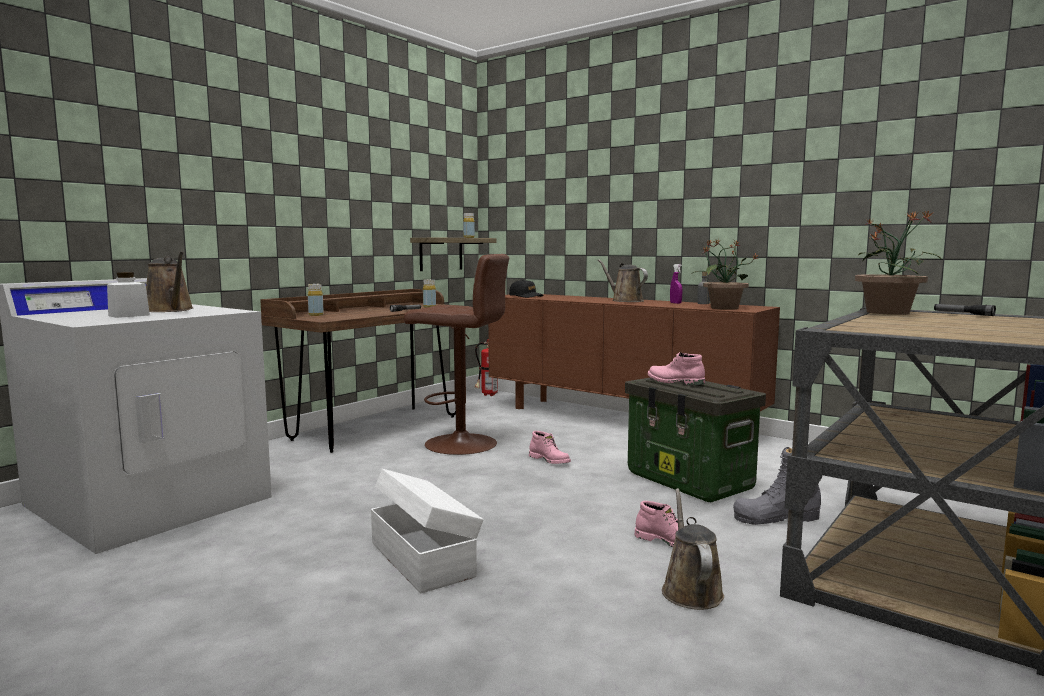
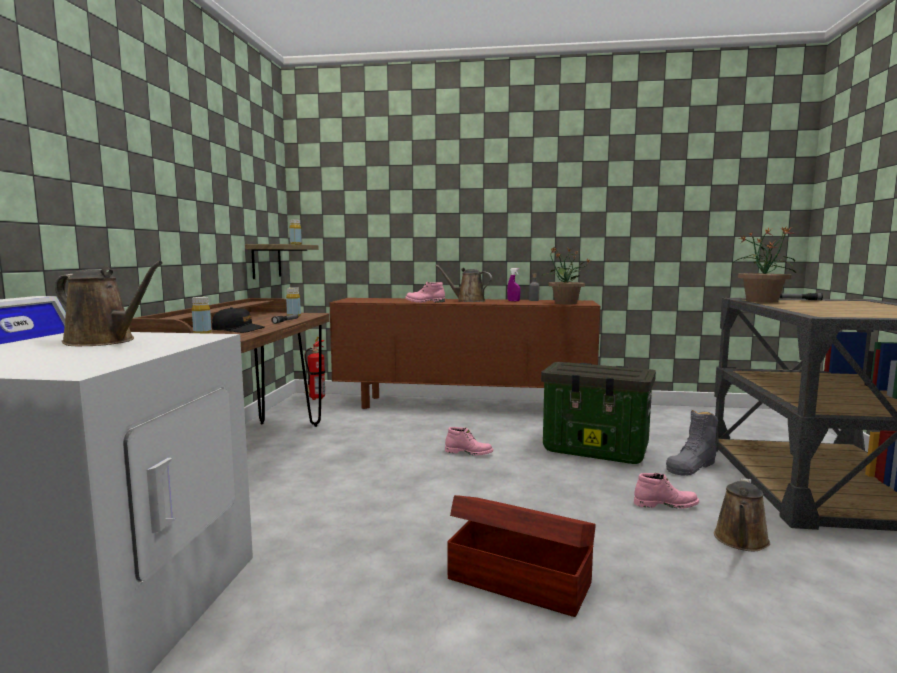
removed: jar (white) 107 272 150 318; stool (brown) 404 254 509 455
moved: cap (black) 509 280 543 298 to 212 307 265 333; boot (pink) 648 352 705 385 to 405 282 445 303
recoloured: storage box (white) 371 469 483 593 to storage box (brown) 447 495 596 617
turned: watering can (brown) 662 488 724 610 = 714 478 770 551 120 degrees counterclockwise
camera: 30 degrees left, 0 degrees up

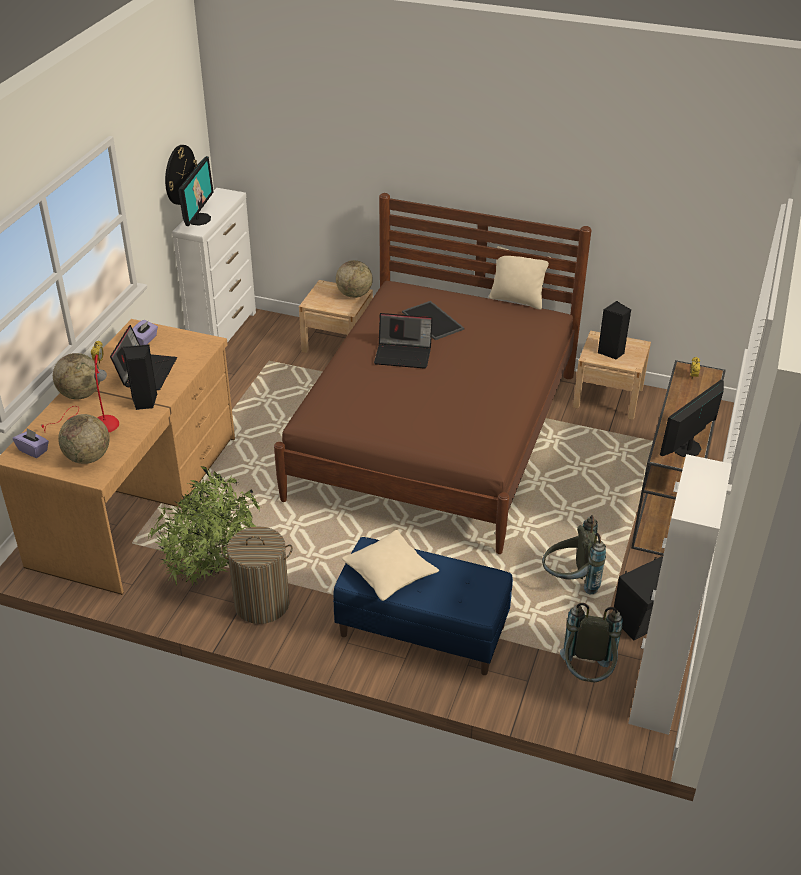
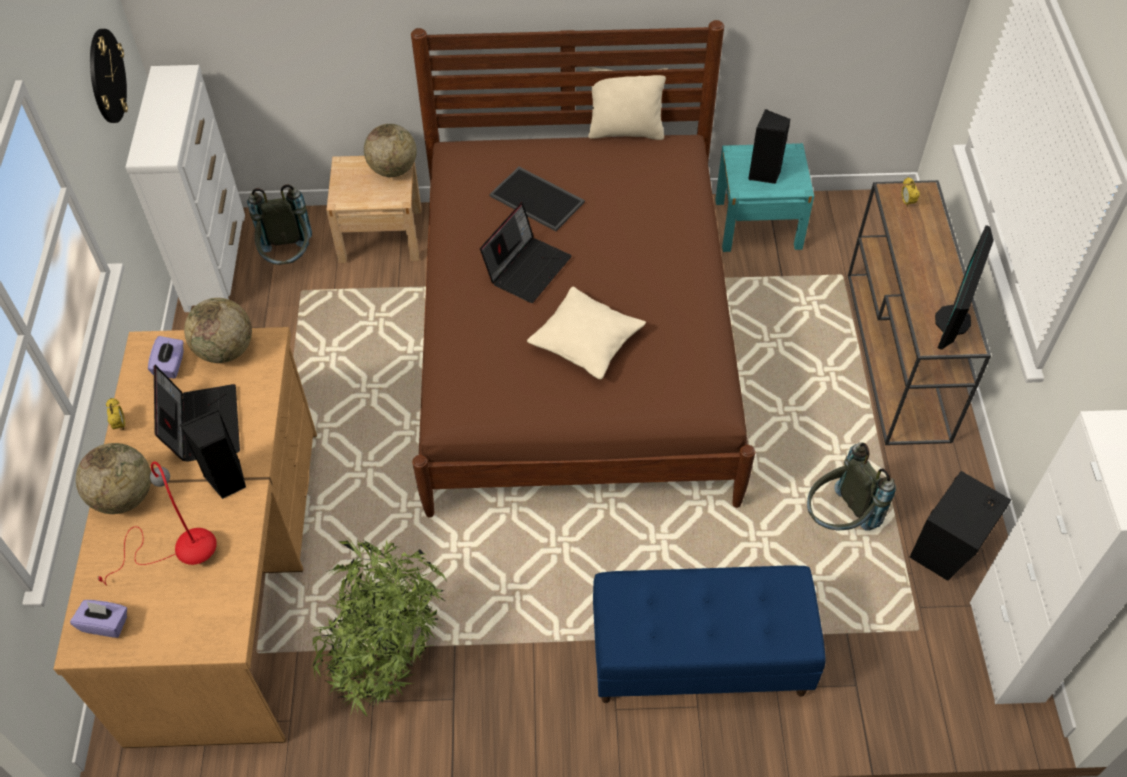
removed: monitor 178 156 213 226; laundry basket 221 526 293 624
moved: globe 58 414 110 464 to 184 298 252 363; pillow (beige) 342 530 439 601 to 527 287 646 379; backpack (grey) 560 603 623 682 to 247 184 312 265
recoloured: nightstand (beige) 573 331 651 420 to nightstand (turquoise) 715 143 814 252
turned: laptop 374 313 433 369 = 480 202 572 303 45 degrees counterclockwise
camera: 20 degrees left, 15 degrees up

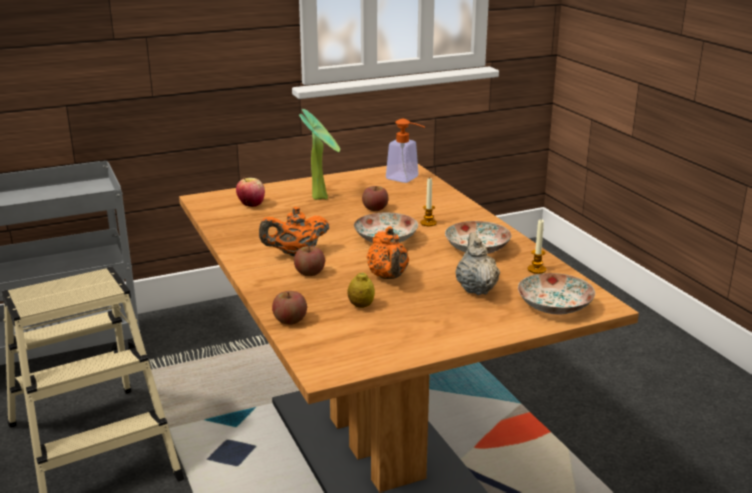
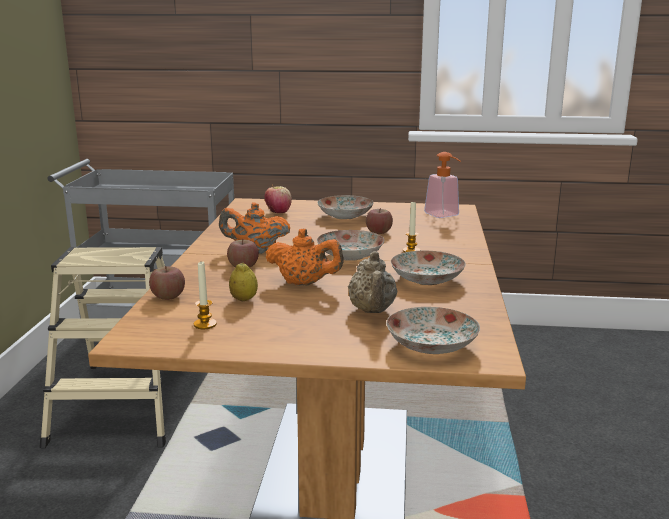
moved: candle 528 219 546 274 to 194 262 217 329
replaced: potted plant 299 109 340 200 to plate 317 195 374 219
turned: teapot (orange) 366 226 409 279 = 265 229 344 286 90 degrees counterclockwise; teapot (beige) 455 232 500 295 = 348 251 397 313 150 degrees clockwise
camera: 30 degrees right, 5 degrees down

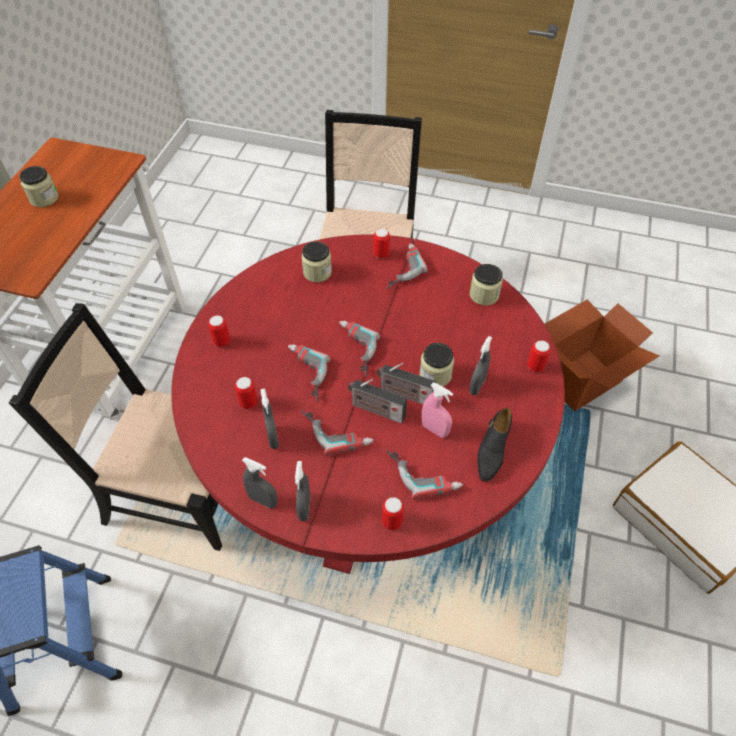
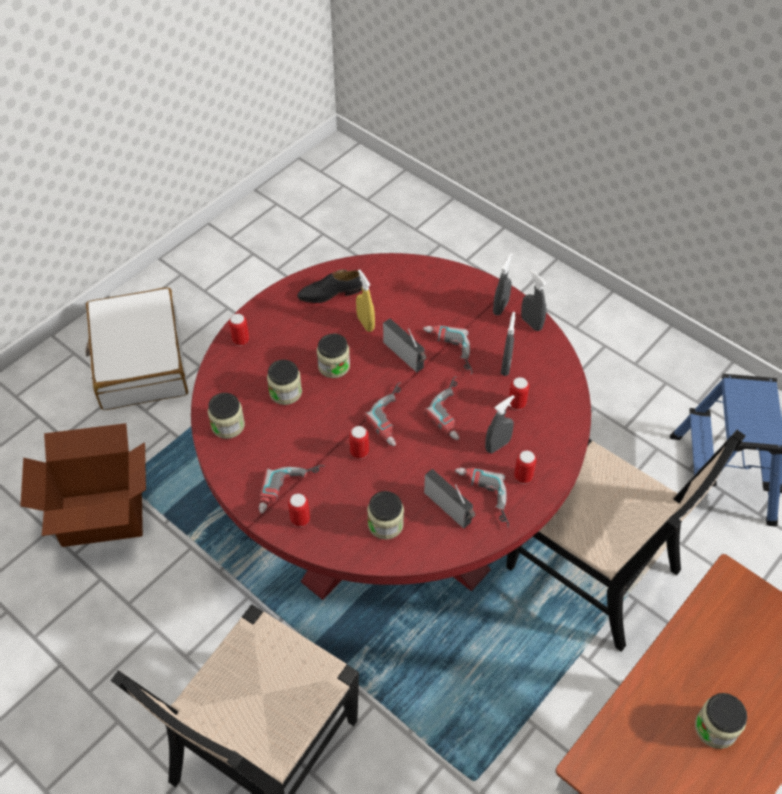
added: jar 267 360 302 405
moved: radio 377 363 436 404 to 424 469 475 529; can 382 497 404 530 to 349 426 369 459; power drill 386 449 463 500 to 455 467 509 528; spray bottle (grey) 469 336 492 395 to 485 395 515 453
recoloured: spray bottle (pink) 422 383 453 438 to spray bottle (yellow) 356 269 375 332
turned: shoe (black) 477 408 512 482 = 297 270 363 303 150 degrees counterclockwise
camera: 155 degrees left, 0 degrees up

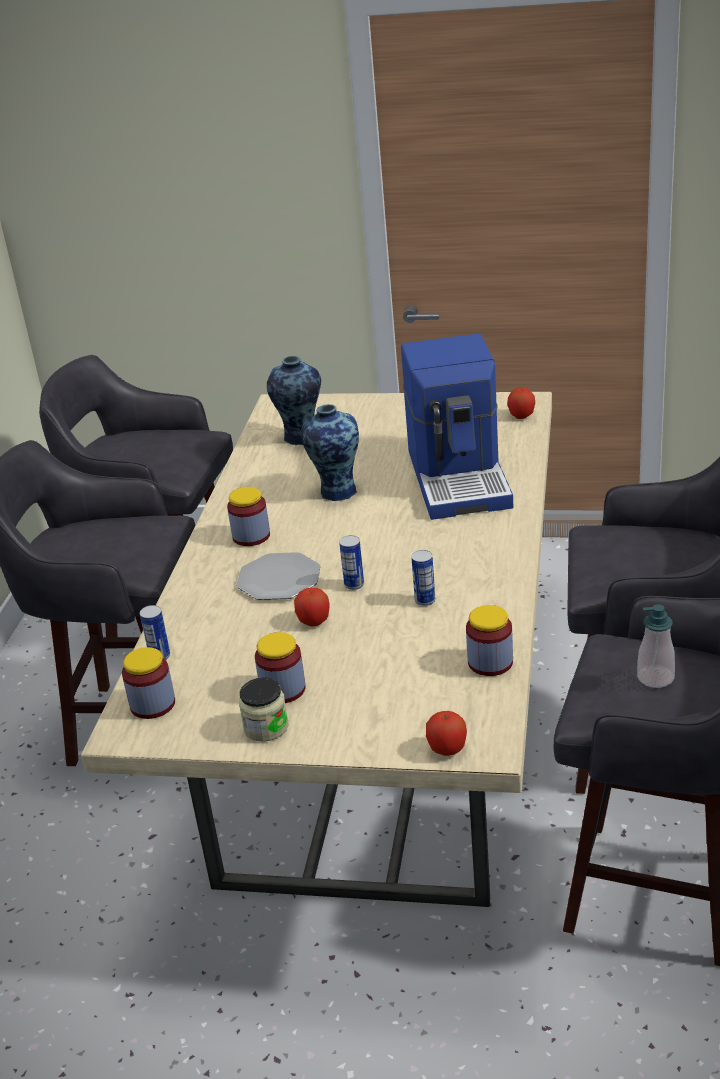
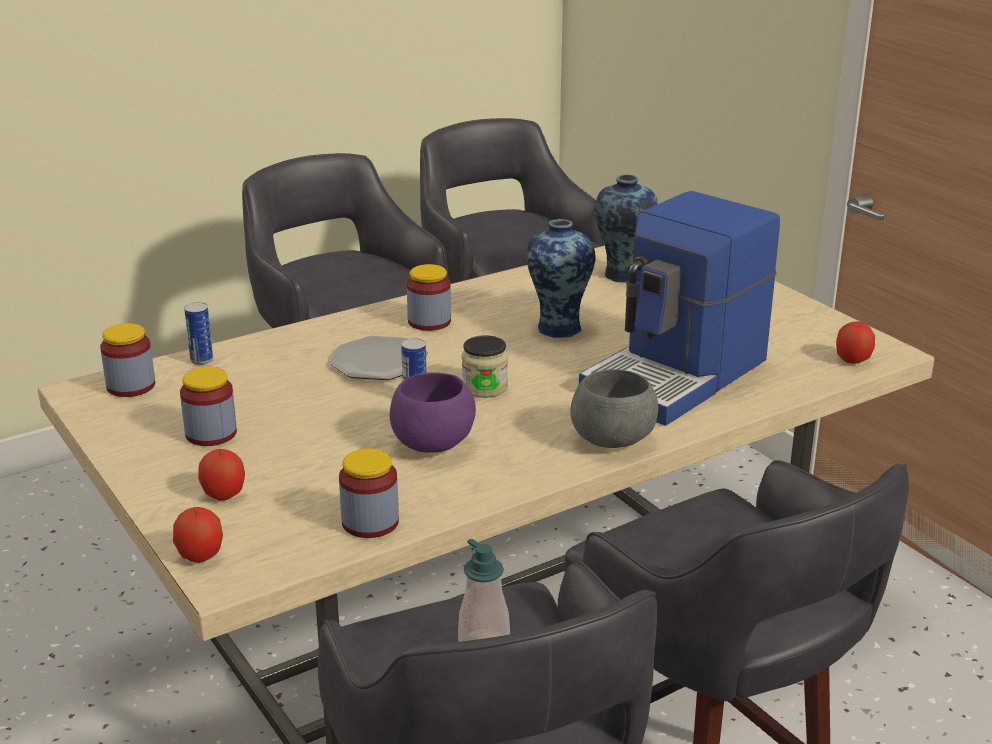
added: bowl (grey) 570 369 658 448
moved: jar 239 677 288 742 to 462 335 508 398; apple 294 587 330 626 to 198 449 245 501
replaced: can 411 550 435 606 to bowl (purple) 390 372 476 453
camera: 45 degrees right, 5 degrees down

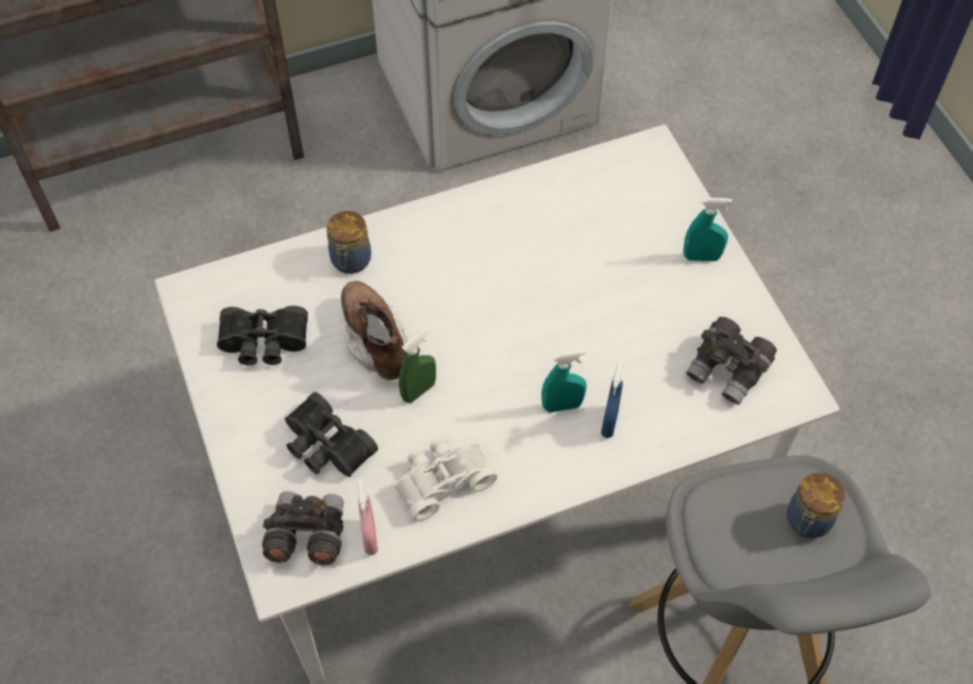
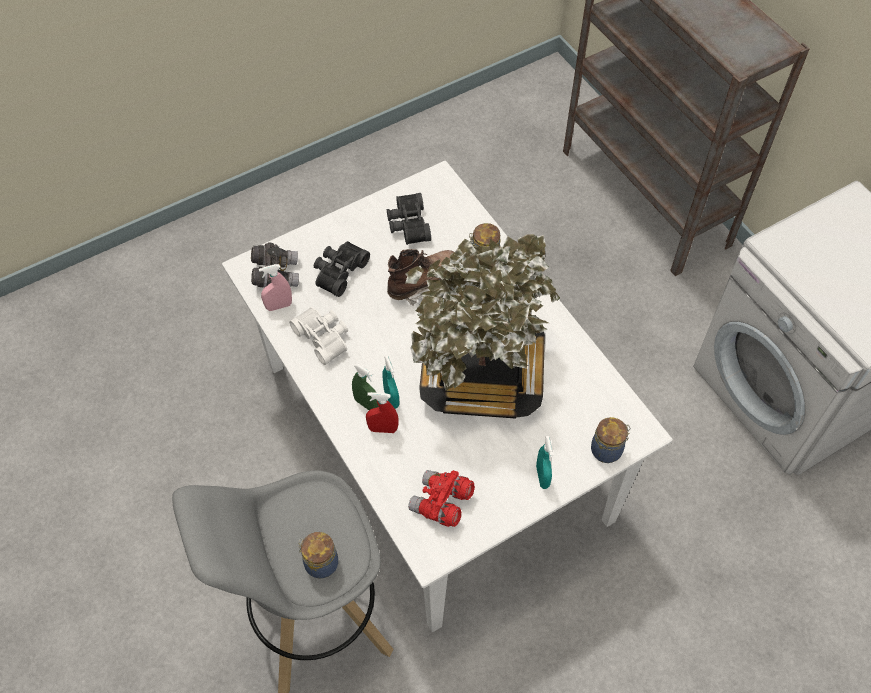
added: potted plant 405 234 560 419; jar 591 417 631 463
moved: spray bottle (green) 399 328 436 403 to 352 363 379 410
recoloured: spray bottle (blue) 601 361 624 438 to spray bottle (red) 366 392 398 433; binoculars (grey) 686 317 777 405 to binoculars (red) 408 470 475 527
camera: 80 degrees right, 0 degrees up

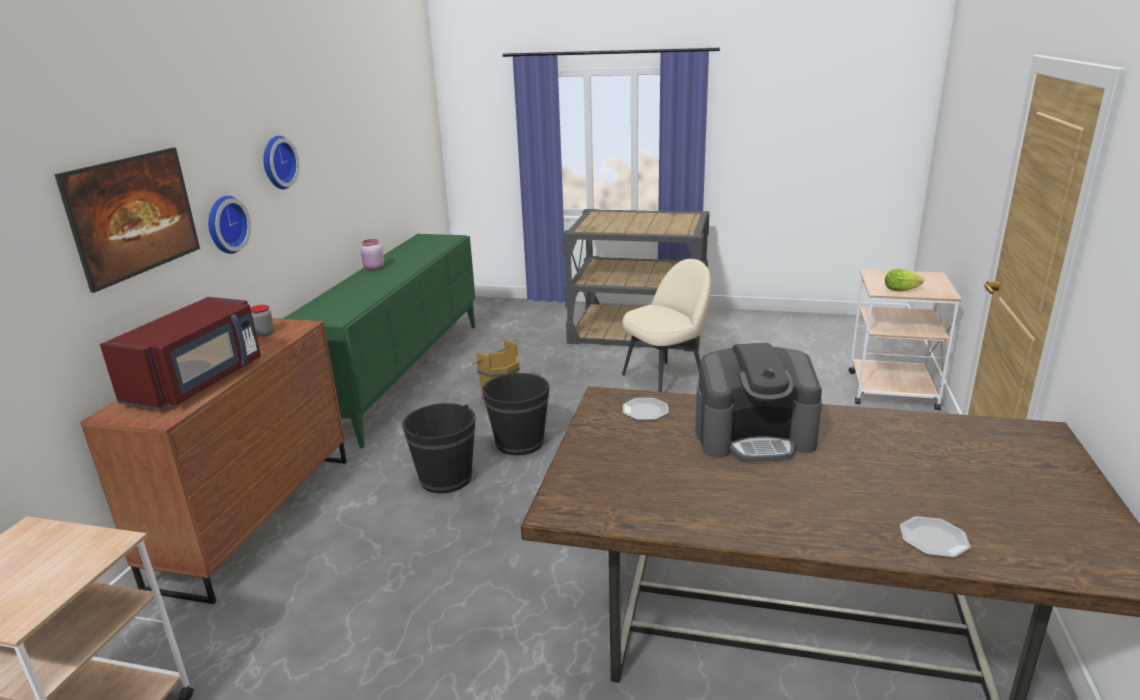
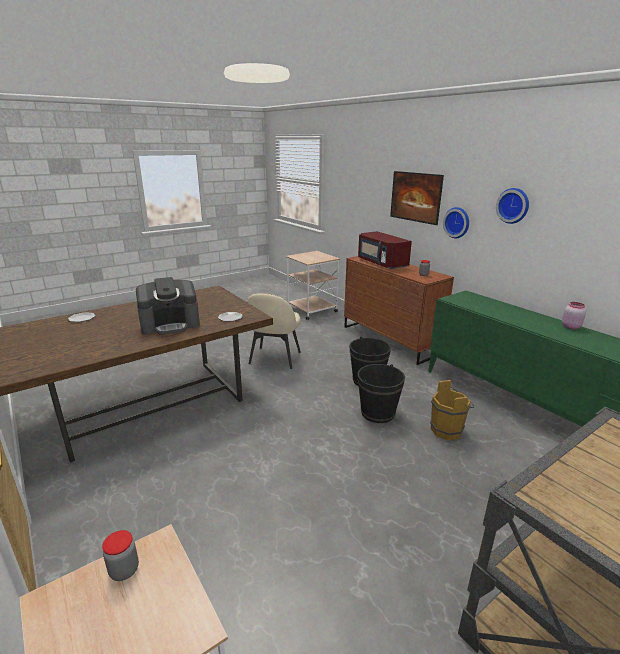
moved: chair (beige) 622 259 711 392 to 246 293 301 369
replaced: lettuce 885 269 924 291 to jar 102 530 139 581
turned: coffee machine 695 343 822 462 = 136 277 200 335 150 degrees counterclockwise
camera: 130 degrees right, 0 degrees up

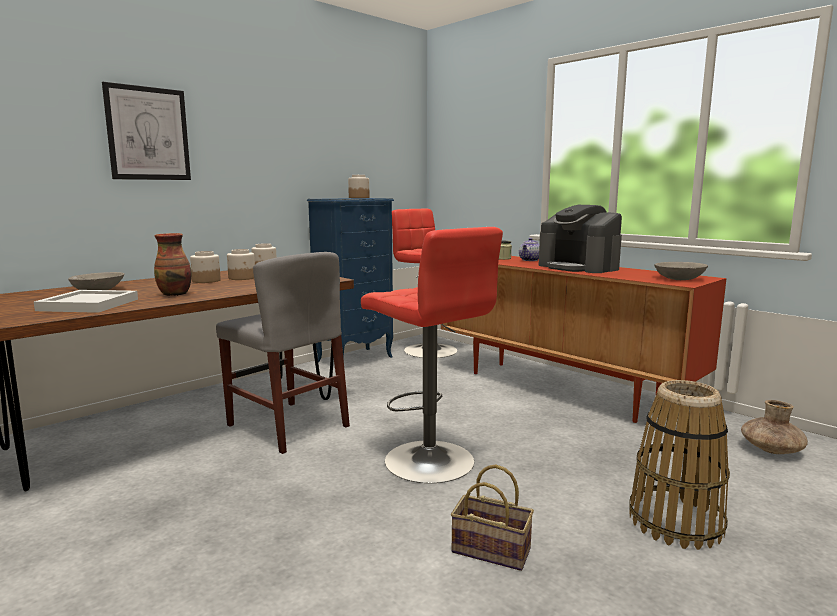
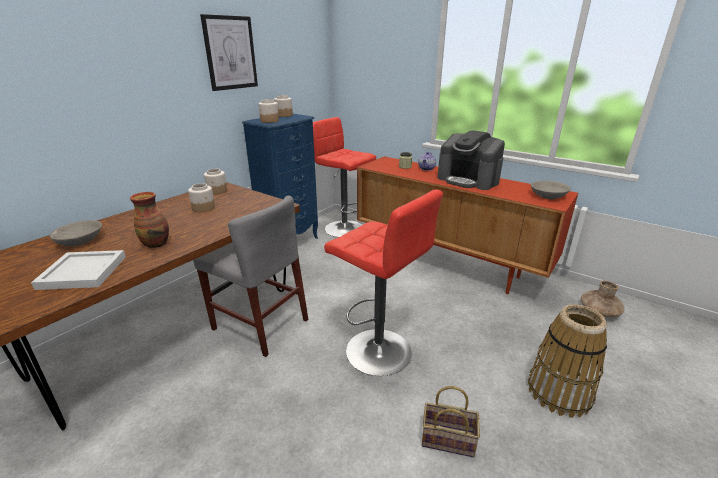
moved: picture 102 82 191 180 to 200 14 258 91; jar 190 251 221 283 to 258 99 279 123
camera: 10 degrees left, 15 degrees up

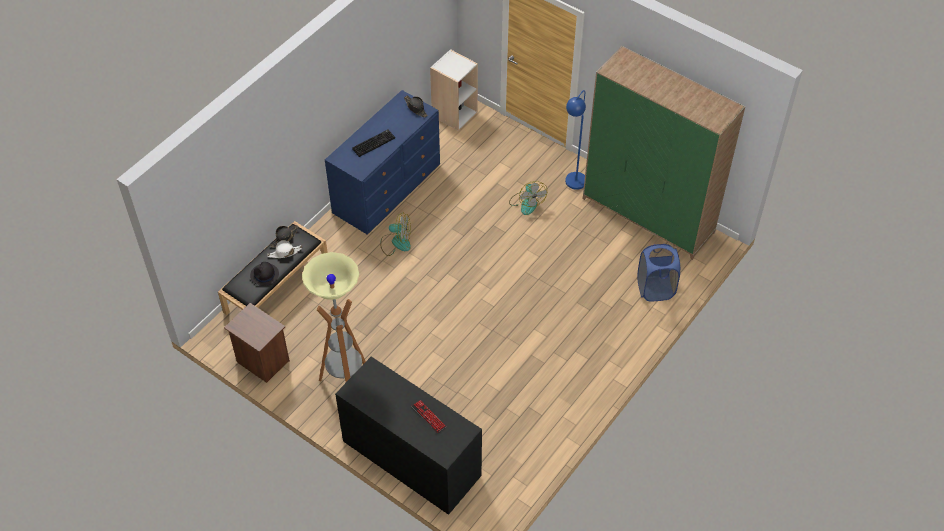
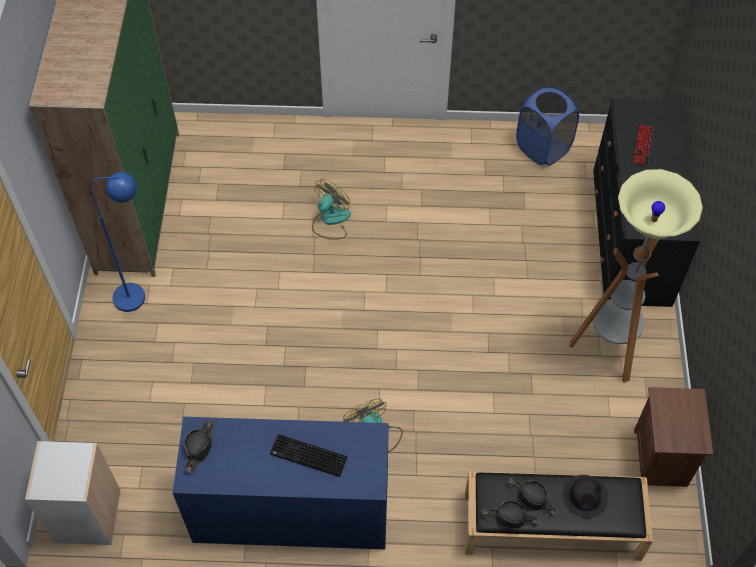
moved: fan 509 181 548 215 to 312 179 351 240; laundry basket (blue) 638 244 680 301 to 516 86 579 166
recoloured: hat (white) 267 240 303 258 to hat (black) 508 477 558 517
camera: 125 degrees left, 5 degrees up

